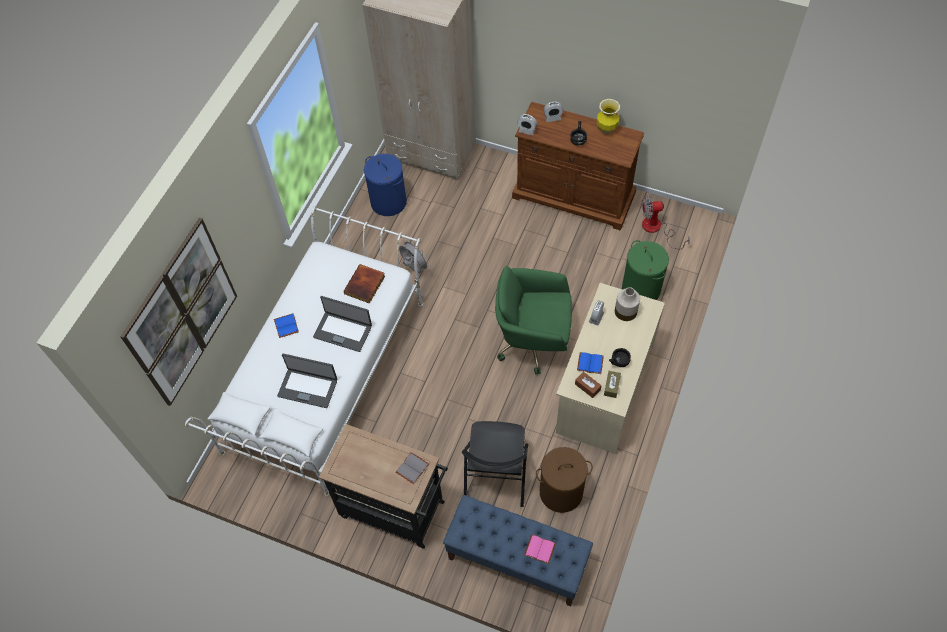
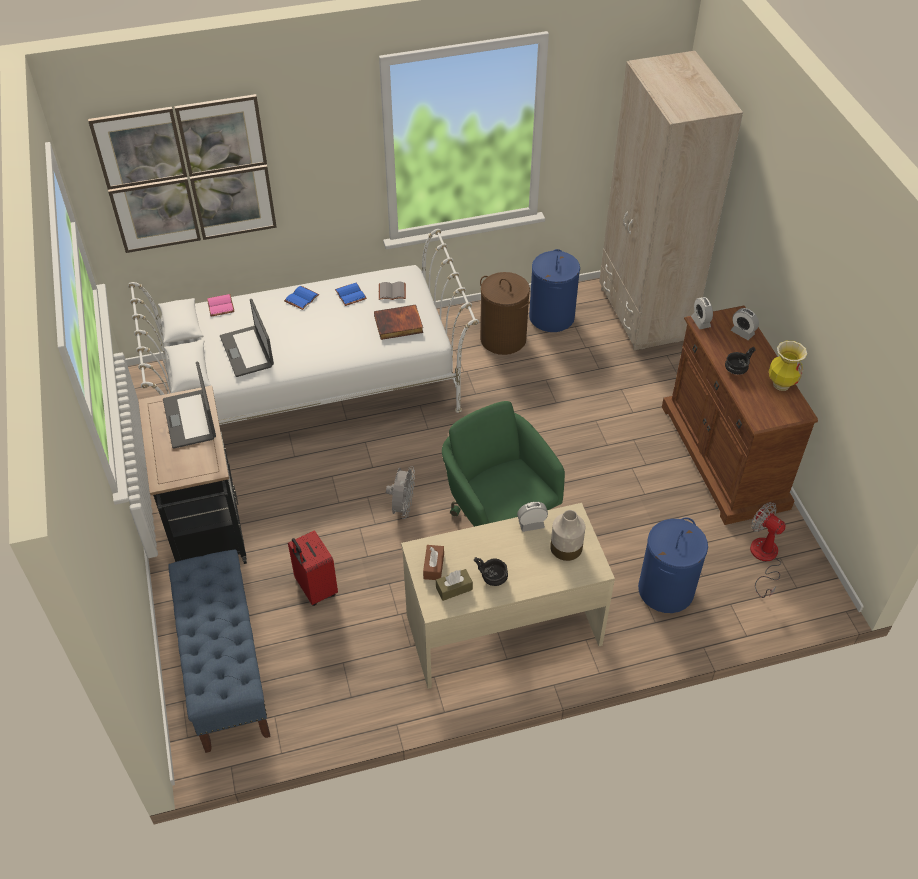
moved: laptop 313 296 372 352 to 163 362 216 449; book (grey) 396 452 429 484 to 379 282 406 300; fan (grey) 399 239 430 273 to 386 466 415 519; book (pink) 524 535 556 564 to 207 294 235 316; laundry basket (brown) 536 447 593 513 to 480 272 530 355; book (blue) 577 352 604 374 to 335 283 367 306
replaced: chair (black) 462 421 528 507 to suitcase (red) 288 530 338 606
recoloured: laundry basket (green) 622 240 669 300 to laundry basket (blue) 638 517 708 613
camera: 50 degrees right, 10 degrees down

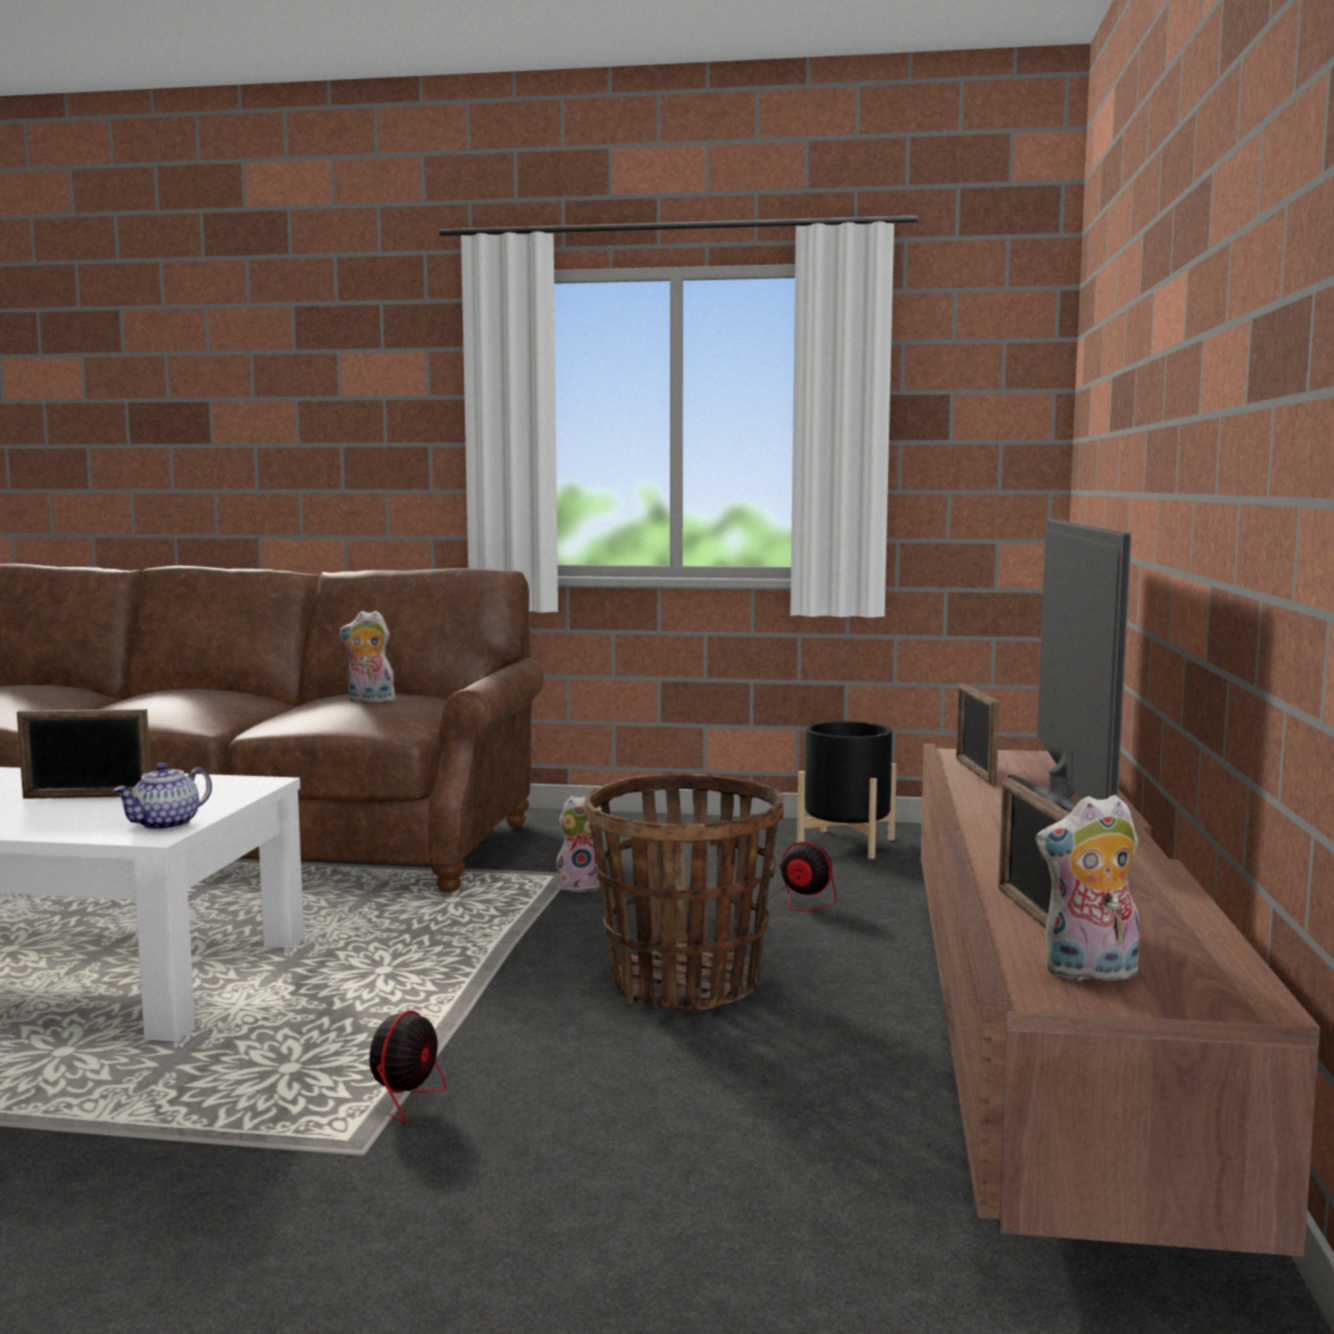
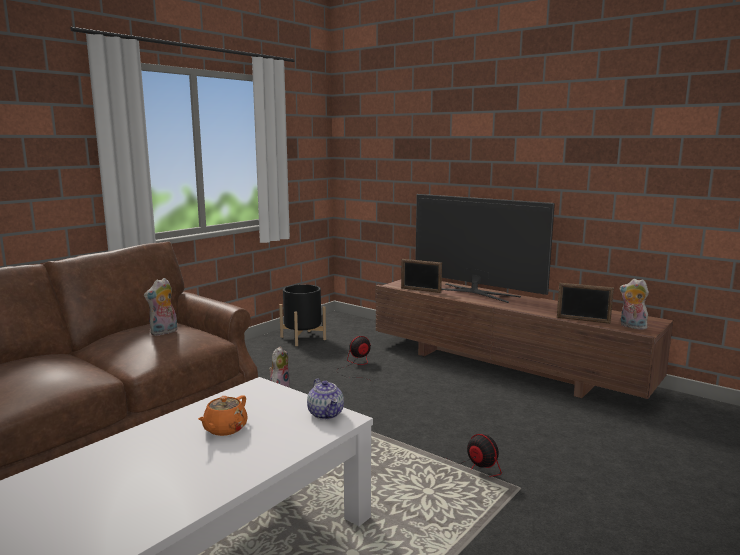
removed: basket 585 774 784 1011
replaced: picture frame 17 709 151 799 to teapot (orange) 198 395 248 436
turned: plush toy 1035 795 1140 981 = 620 279 649 330 105 degrees clockwise
camera: 60 degrees left, 5 degrees up

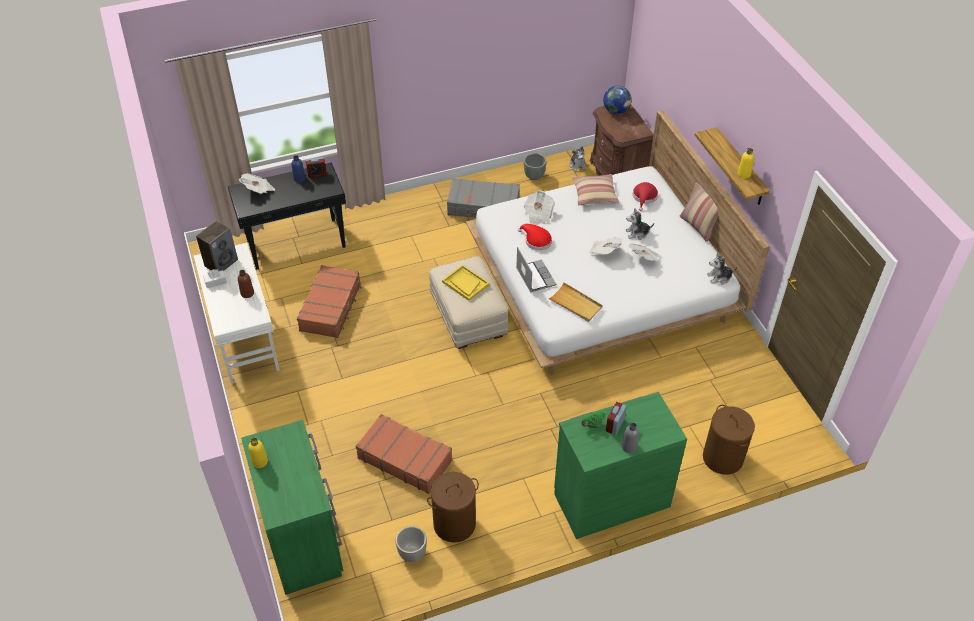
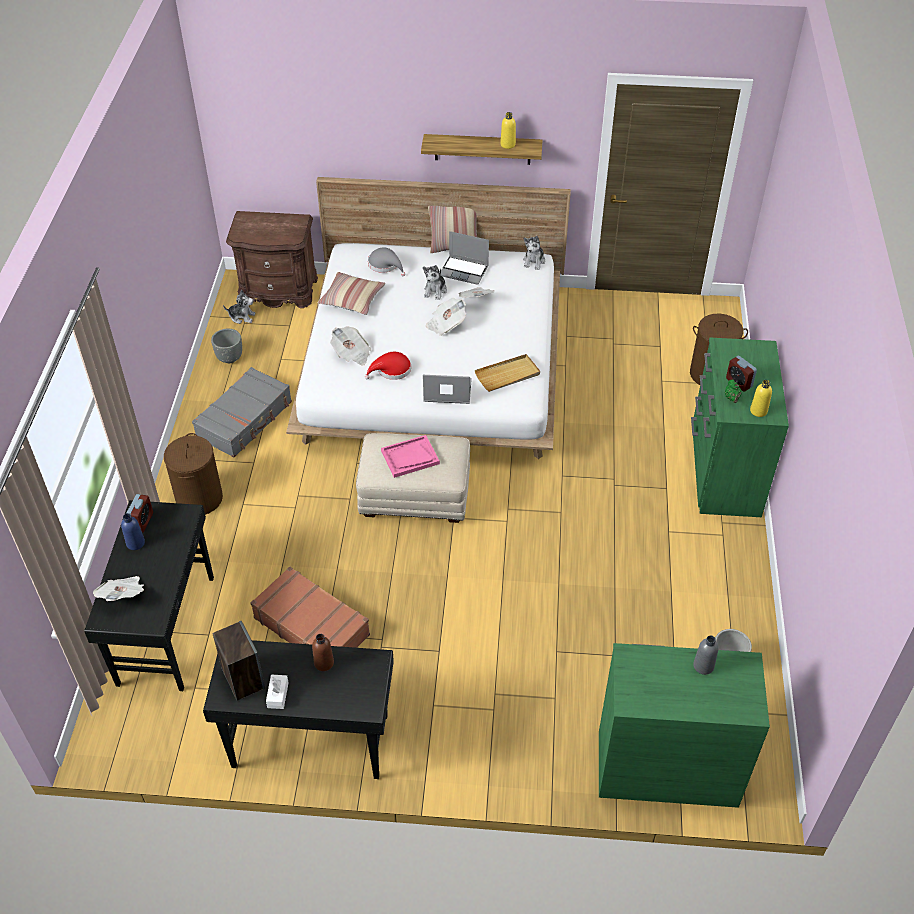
removed: suitcase (brown) 356 414 452 494; globe 603 86 632 114
added: laptop 441 231 489 285
moved: bottle (yellow) 248 438 268 468 to 750 380 772 417; laundry basket (brown) 427 472 479 543 to 164 433 223 515; bottle (grey) 622 423 639 453 to 693 635 719 675
recoloured: console table (white) 194 243 280 384 to console table (black) 203 640 394 779; tray (yellow) 442 265 489 301 to tray (pink) 381 435 440 478; hat (red) 633 182 658 211 to hat (grey) 368 248 405 276
camera: 65 degrees left, 0 degrees up

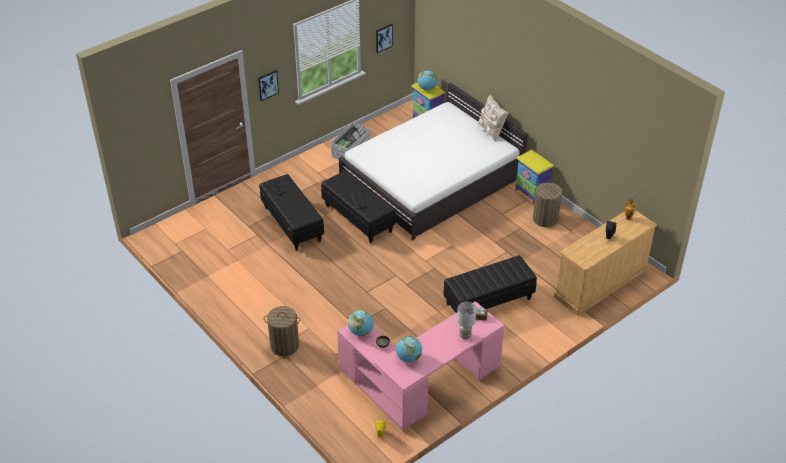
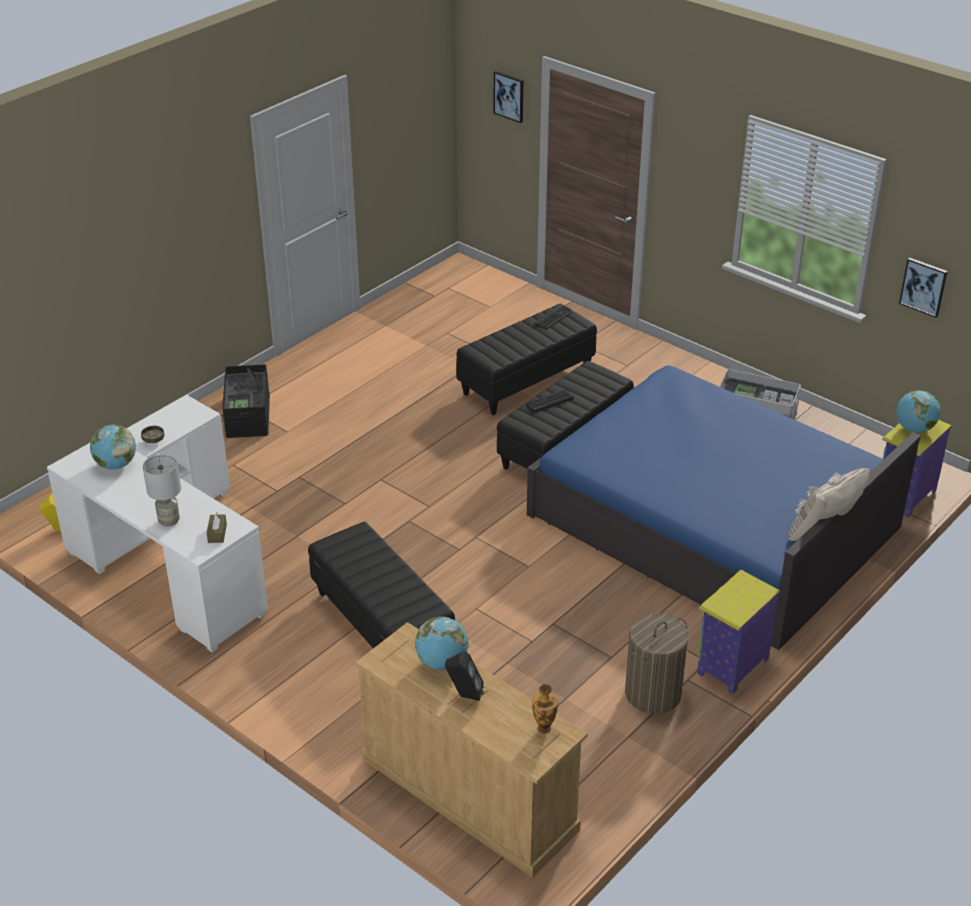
moved: picture 258 70 279 101 to 494 71 523 123; globe 348 310 374 336 to 415 617 469 670
replaced: laundry basket 264 306 300 356 to storage box (black) 222 365 270 438
recoloured: desk (pink) 337 301 504 431 to desk (white) 47 395 268 653; bed (white) 338 82 528 241 to bed (blue) 527 365 921 650
camera: 80 degrees right, 5 degrees down

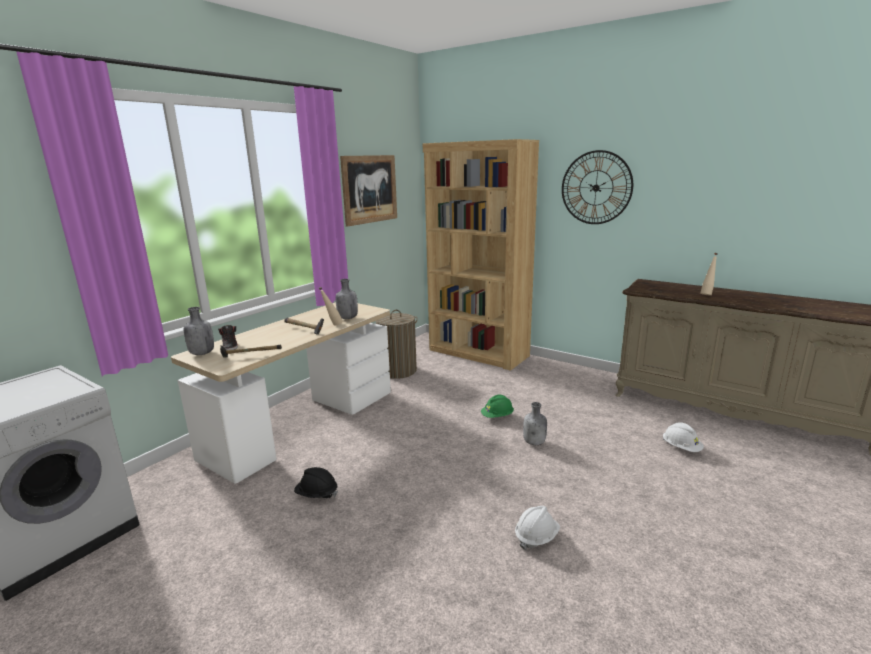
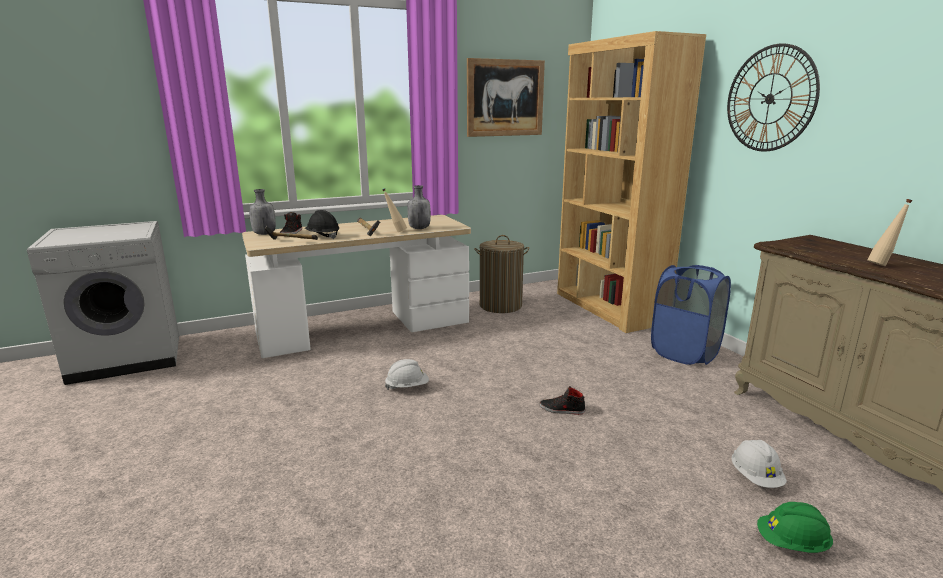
added: laundry basket (blue) 651 265 731 365
moved: hard hat (black) 294 467 338 498 to 305 210 339 239; hard hat (green) 481 395 514 418 to 757 502 833 553; hard hat (white) 515 506 560 550 to 385 359 429 390
replaced: bottle (grey) 523 402 547 445 to shoe (black) 540 386 585 415
camera: 30 degrees right, 0 degrees up

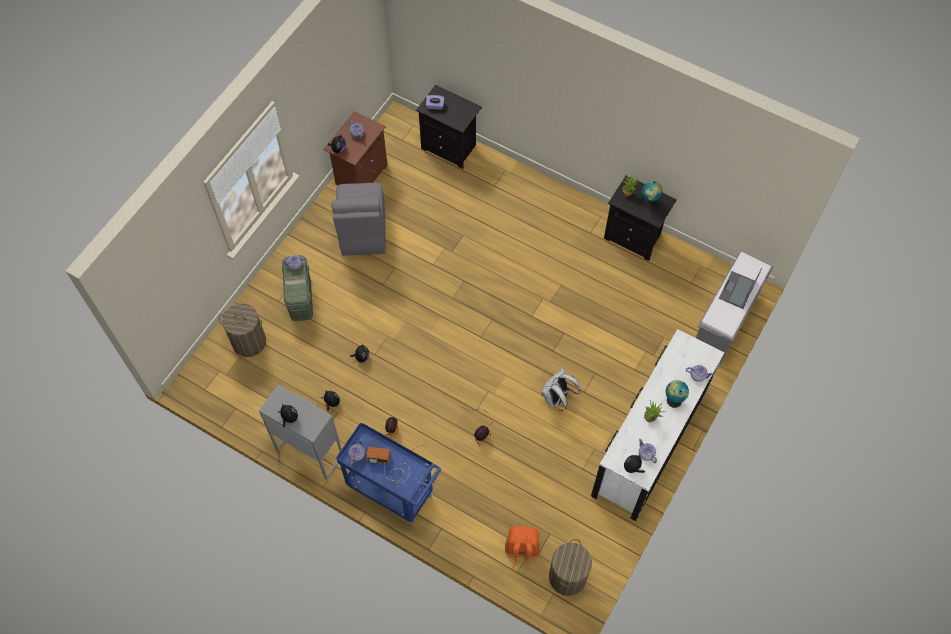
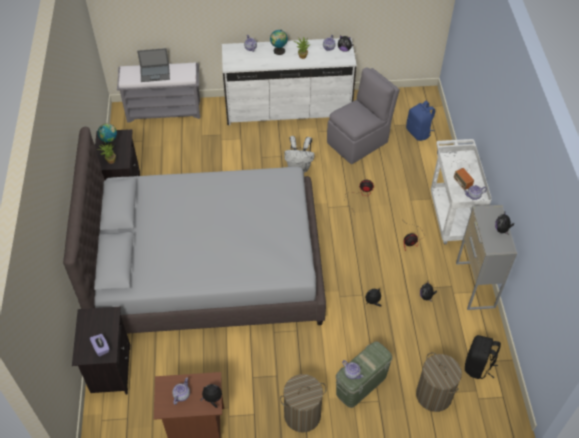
added: bed (grey) 63 127 326 334; backpack (black) 465 335 501 379
moved: chair (grey) 332 183 386 256 to 327 67 400 164; laundry basket 549 539 592 596 to 280 374 327 432
recoloured: cart (blue) 336 423 441 522 to cart (white) 431 139 492 244; backpack (orange) 505 526 540 570 to backpack (blue) 406 101 435 141
camera: 125 degrees left, 10 degrees down

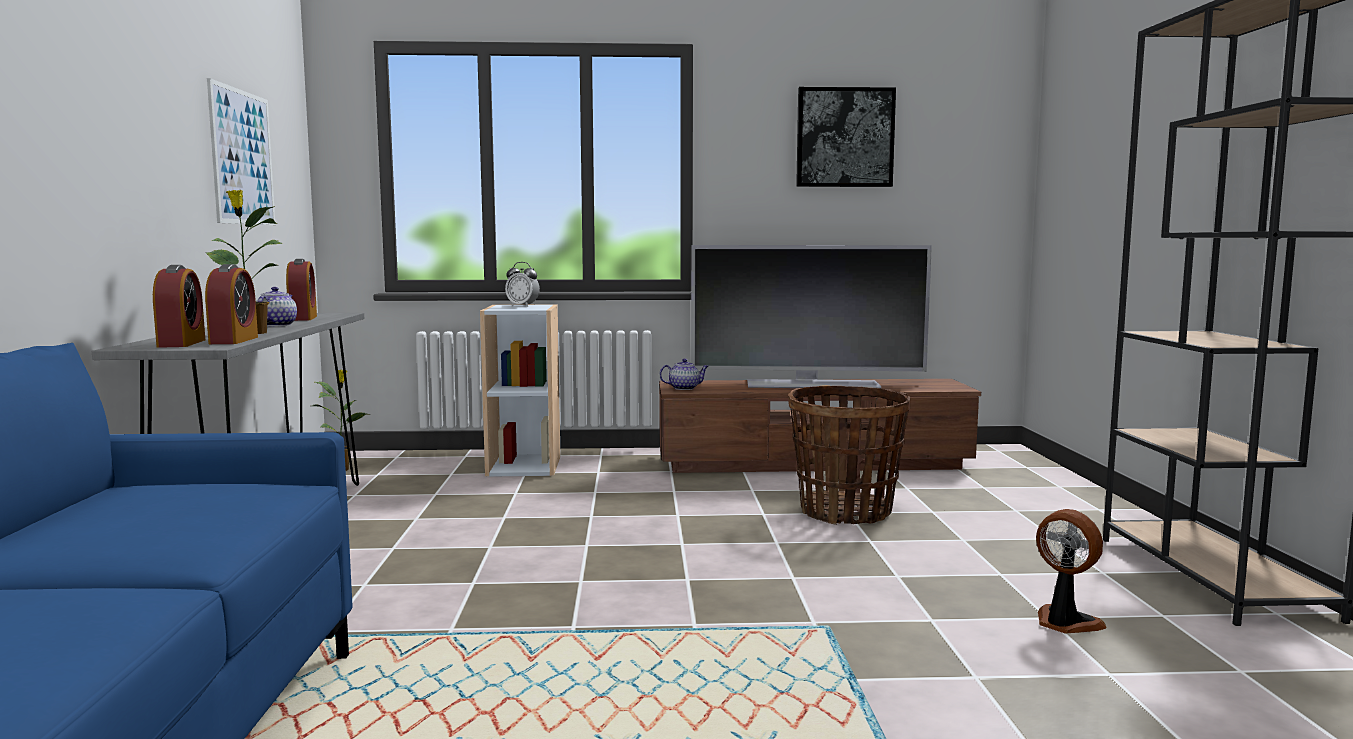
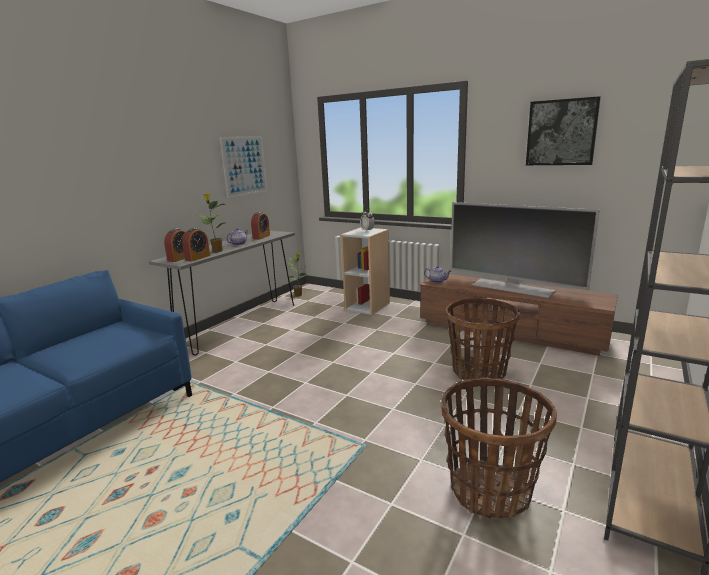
replaced: fan 1036 509 1107 633 to basket 441 378 557 519
camera: 35 degrees right, 10 degrees up

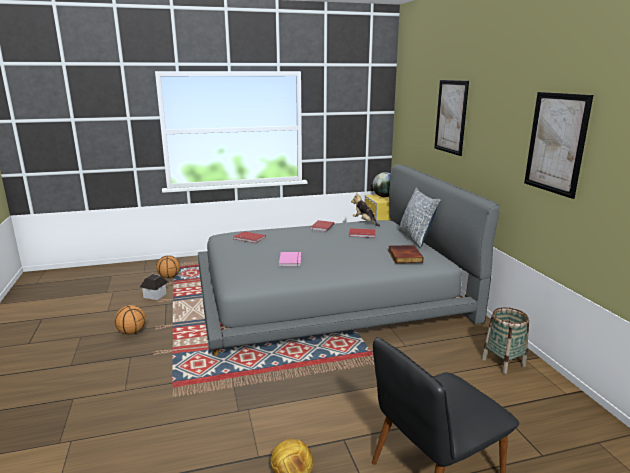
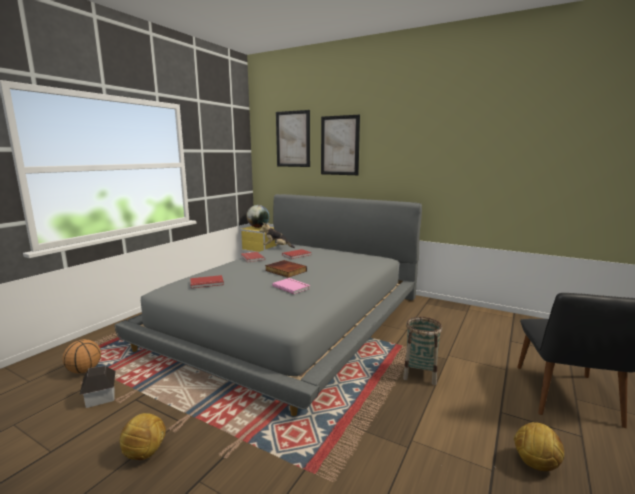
removed: pillow 399 188 441 248
moved: book 388 245 424 263 to 265 260 307 278; basket 482 307 529 374 to 403 317 442 385; picture 524 92 593 199 to 276 110 310 167
replaced: basketball 115 305 146 335 to football 120 413 166 460
camera: 45 degrees left, 5 degrees down

